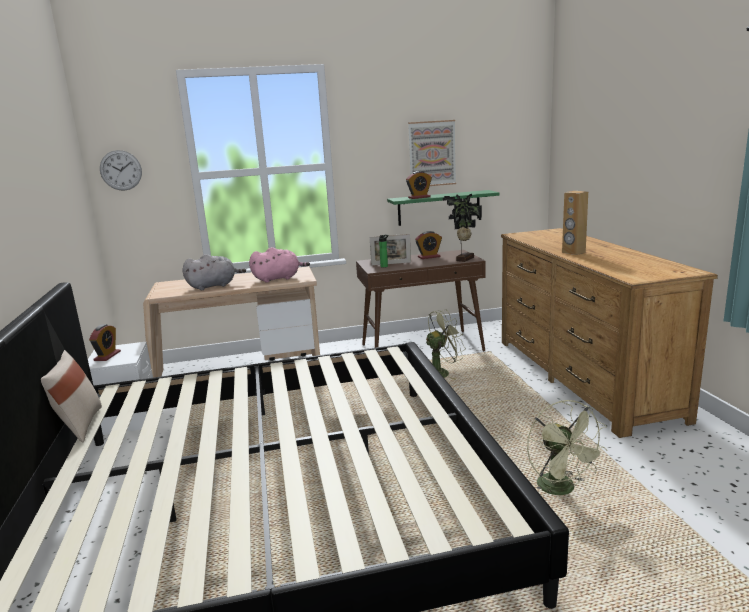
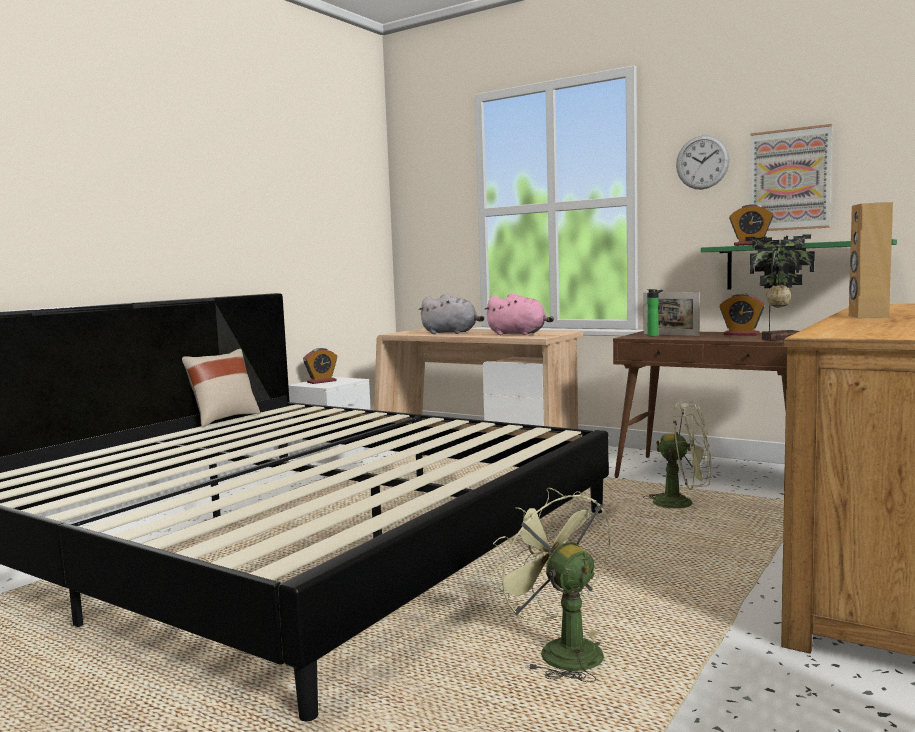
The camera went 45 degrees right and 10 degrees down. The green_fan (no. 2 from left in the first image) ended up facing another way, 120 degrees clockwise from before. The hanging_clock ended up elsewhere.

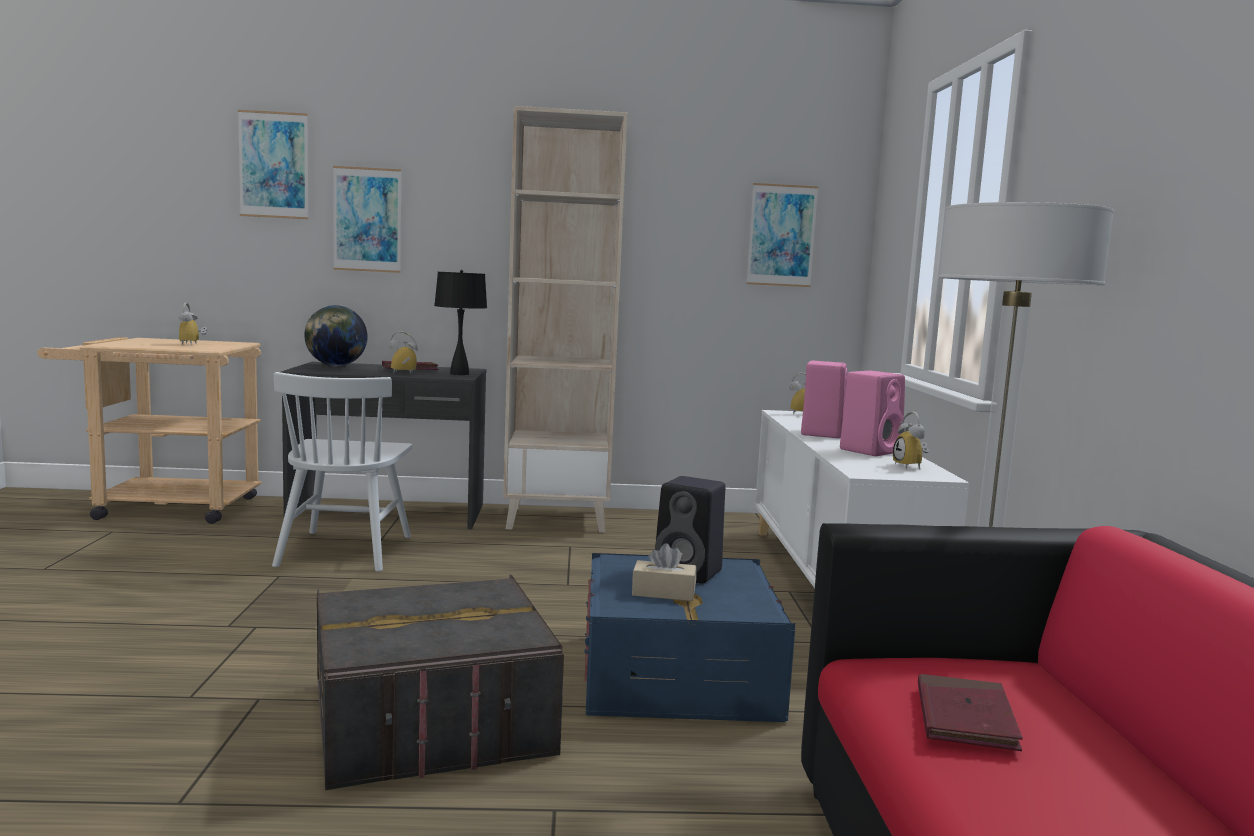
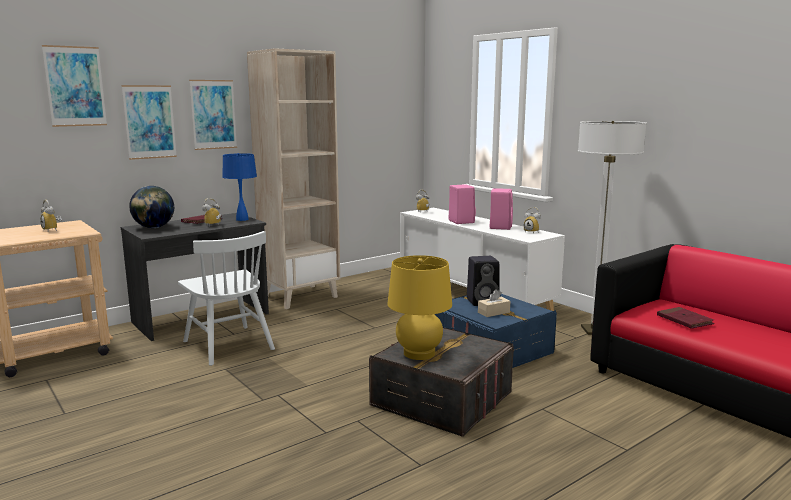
The camera went 35 degrees left and 5 degrees up. The wall_picture (no. 3 from left) ended up elsewhere. What was the black_table_lamp turned into the bluish_table_lamp. The second view gained the yellowish_table_lamp.

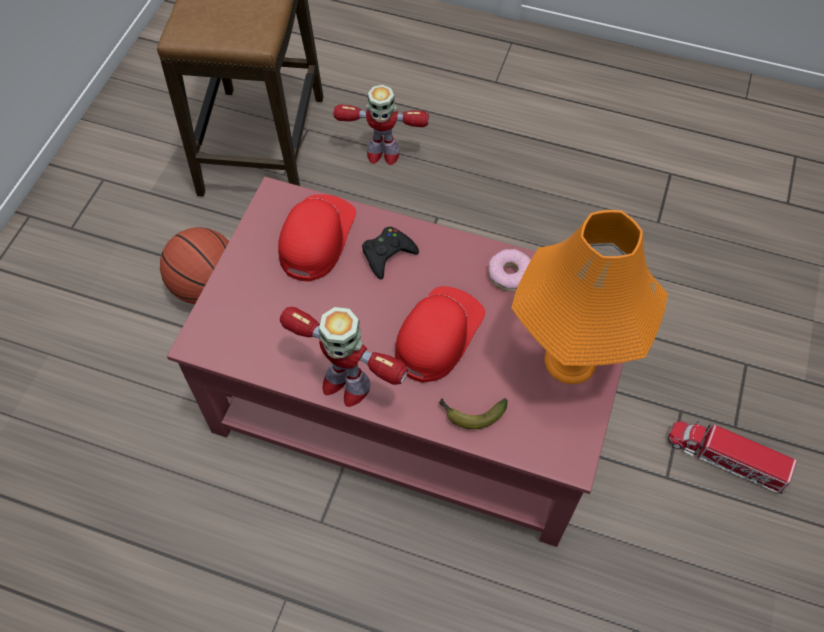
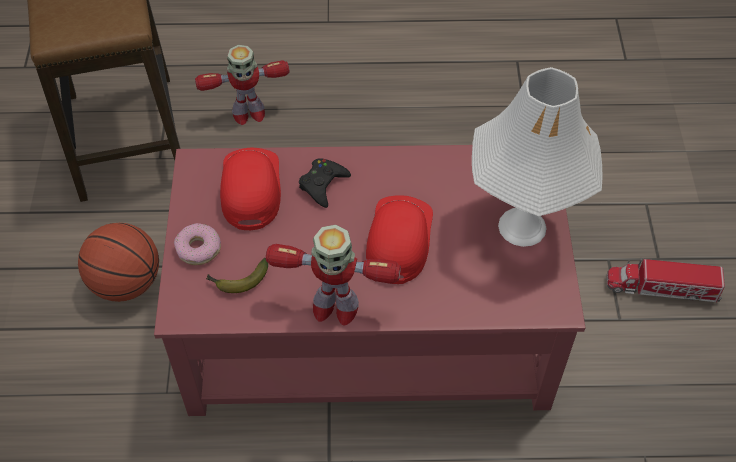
The camera went 20 degrees left and 5 degrees down. The ring_doughnut ended up elsewhere. The banana_fruit ended up elsewhere. What was the orange-coloured_table_lamp turned into the white_table_lamp.

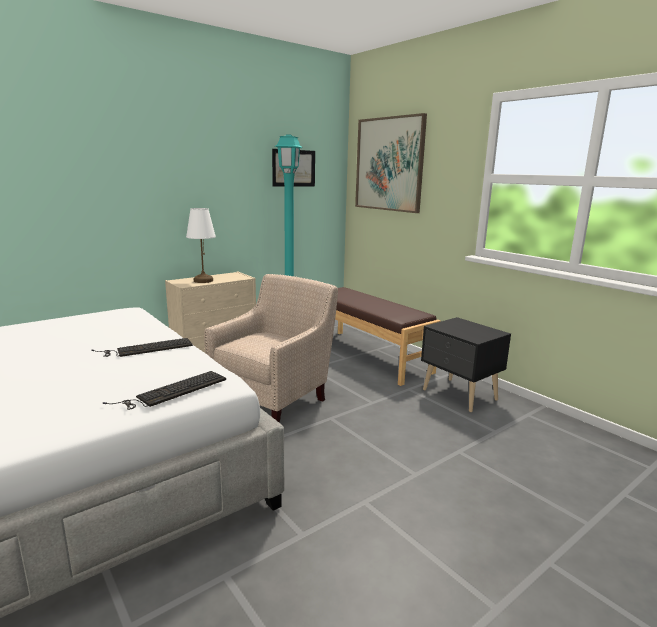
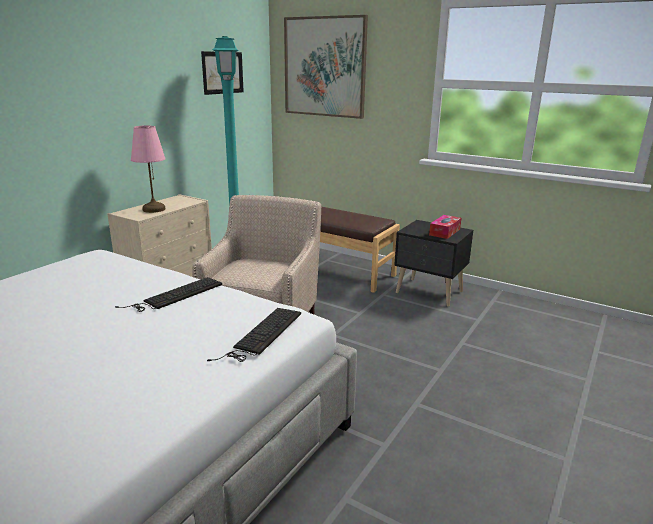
The camera went 20 degrees left and 5 degrees up. What was the white_table_lamp turned into the pink_table_lamp. The second view gained the tissue_box.

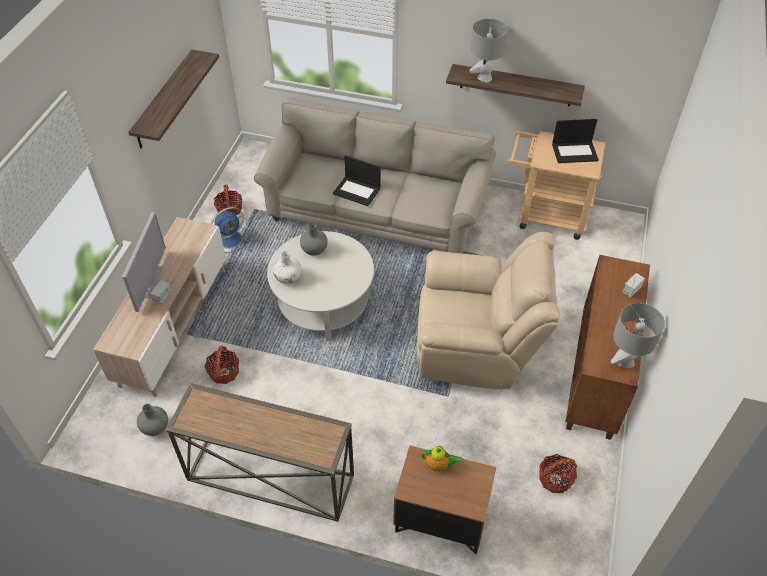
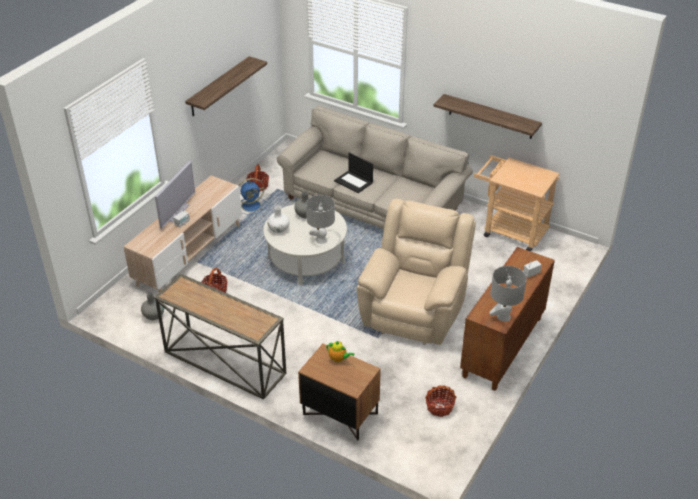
The camera went 15 degrees right and 10 degrees down. The greyish_table_lamp (no. 1 from left) ended up elsewhere. The beige_lounge_chair ended up facing another way, 90 degrees counterclockwise from before. The second view lost the portable_computer (no. 2 from left).

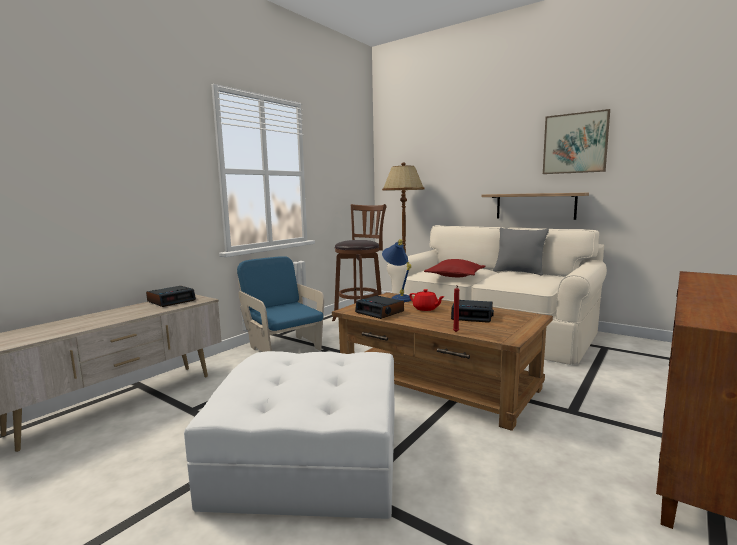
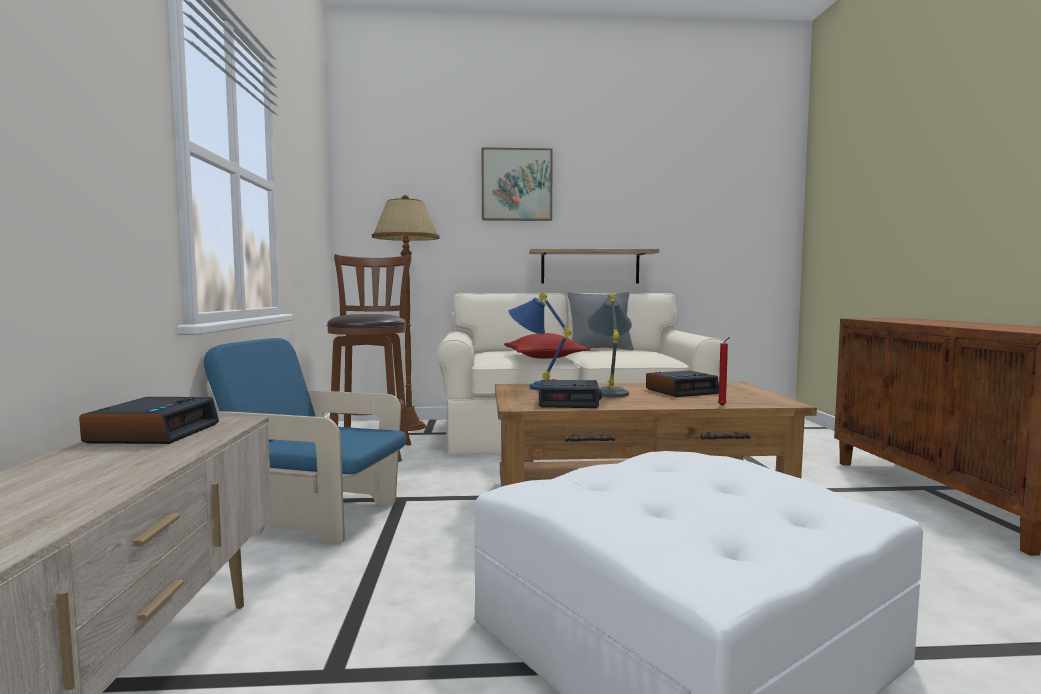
The camera went 40 degrees left and 5 degrees down. The wall_picture ended up elsewhere. Where the red-coloured_teapot stood, the greyish_table_lamp came to stand.

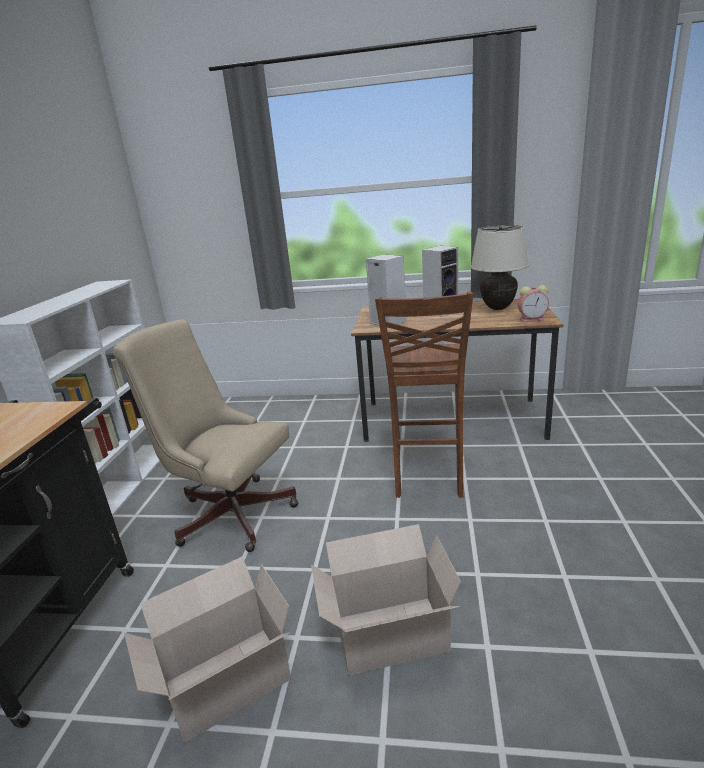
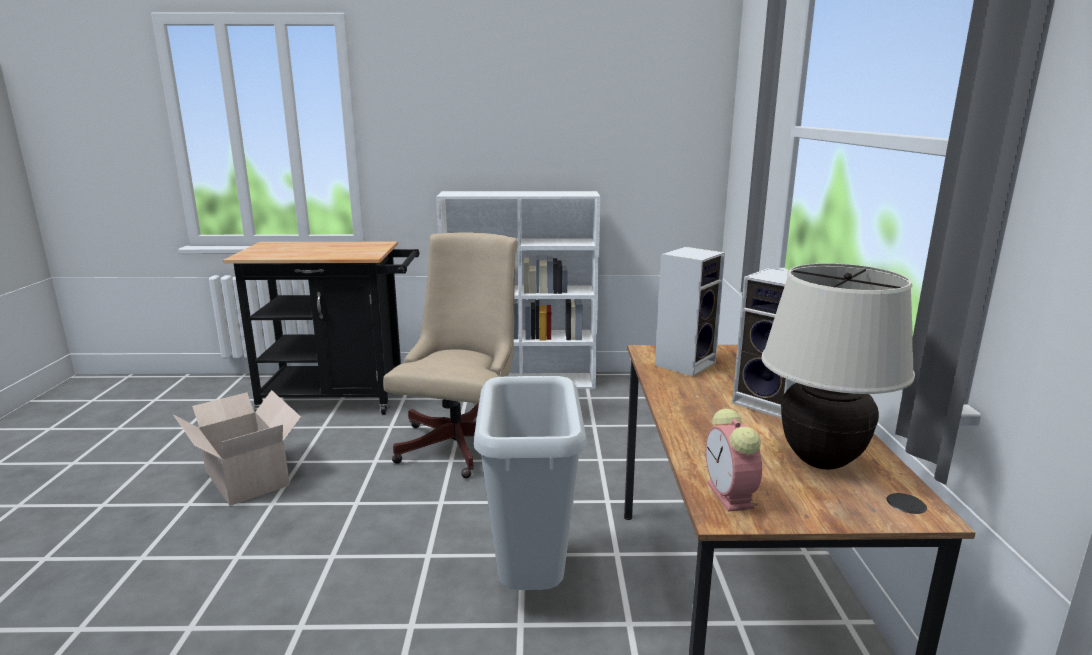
The camera went 80 degrees right and 5 degrees down. Where the brown-coloured_stool_seat stood, the greyish_trash_can came to stand. The second view lost the packing_box (no. 2 from left).

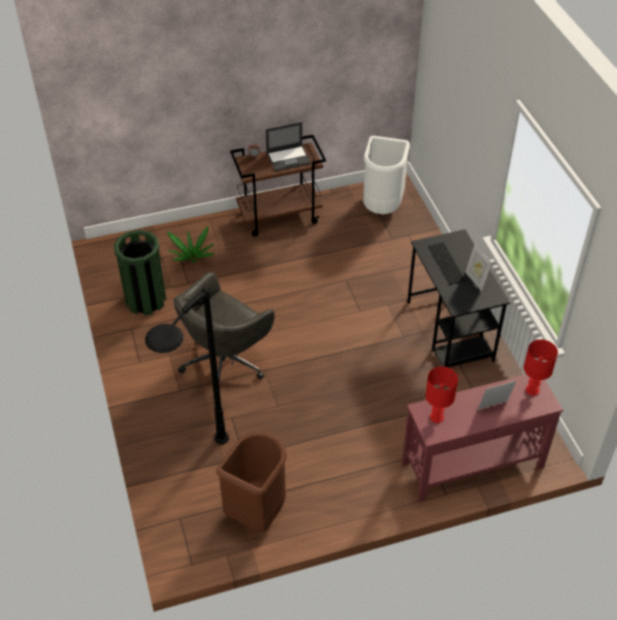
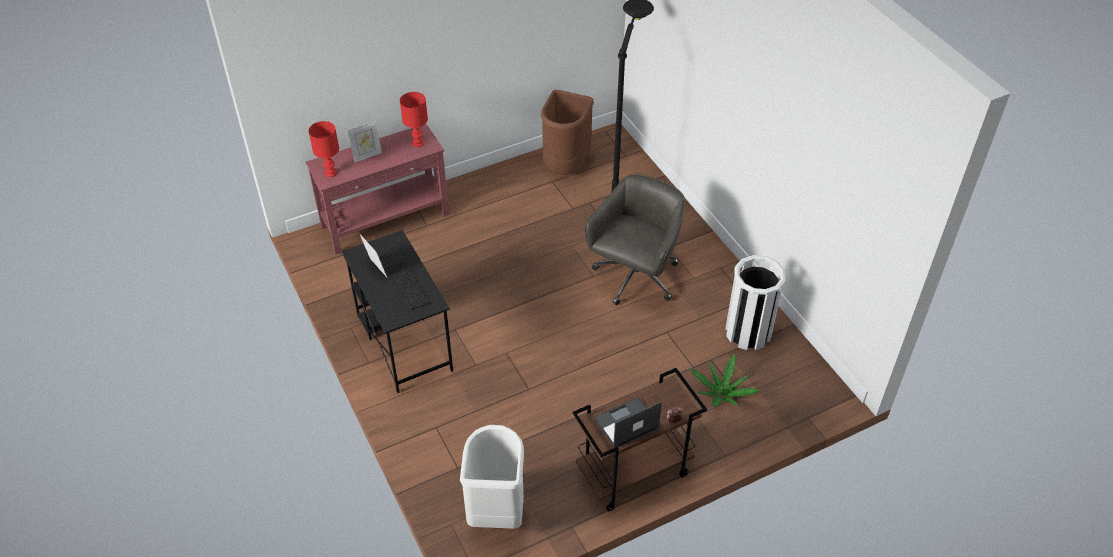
The camera went 170 degrees right and 0 degrees up. What was the green_trash_can turned into the white_trash_can (no. 2 from left).

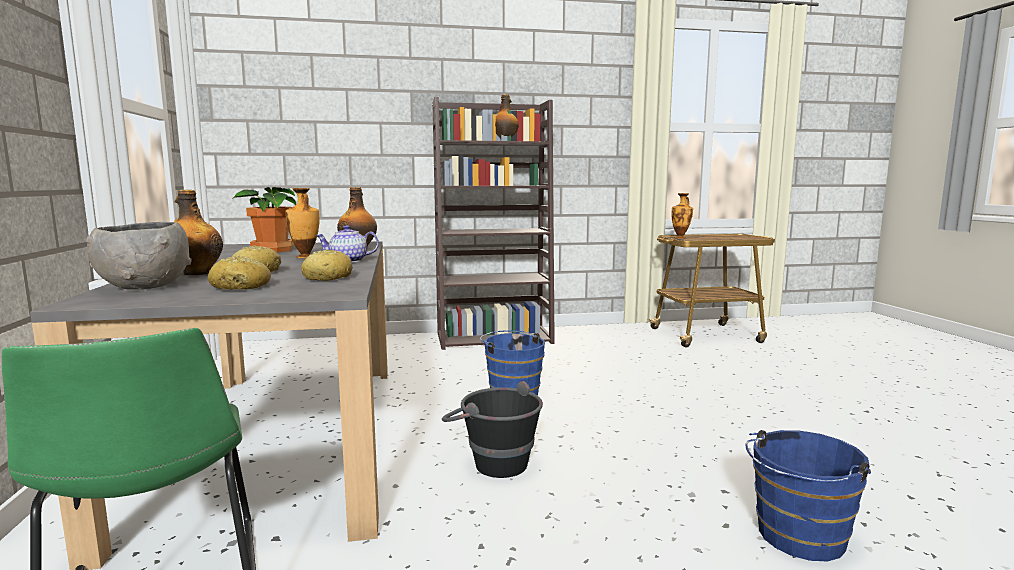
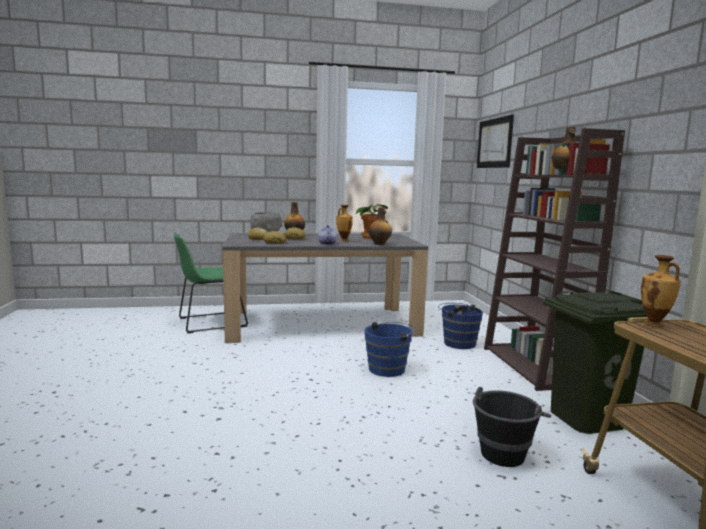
The camera went 90 degrees right and 0 degrees up. The bluish_water_bucket (no. 2 from left) ended up elsewhere. The black_water_bucket ended up elsewhere. The second view gained the wall_picture. The second view gained the green_trash_can.

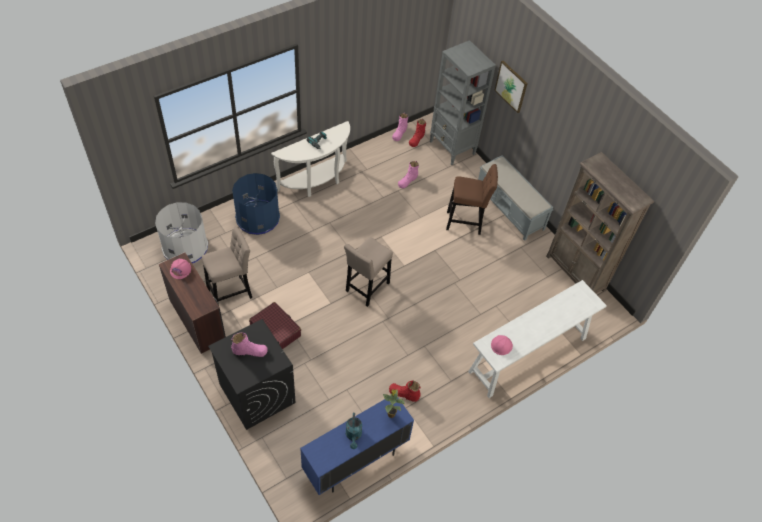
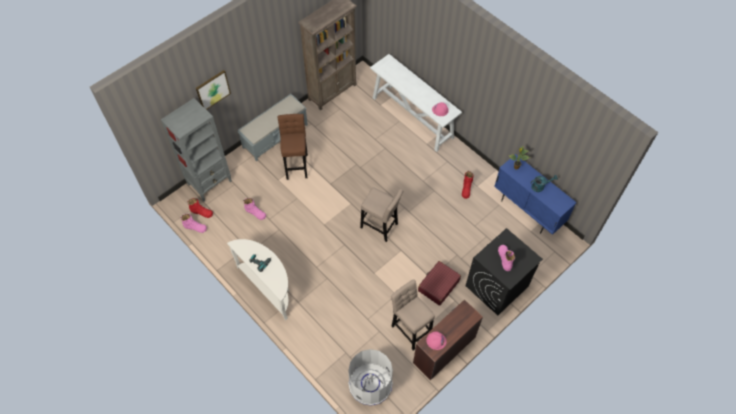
The camera went 95 degrees left and 5 degrees up. The second view lost the bluish_trash_can.

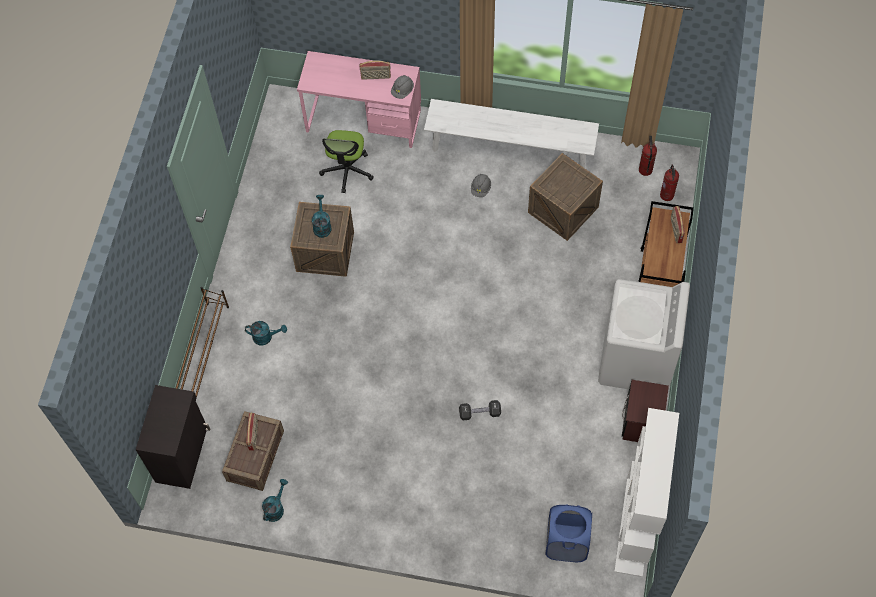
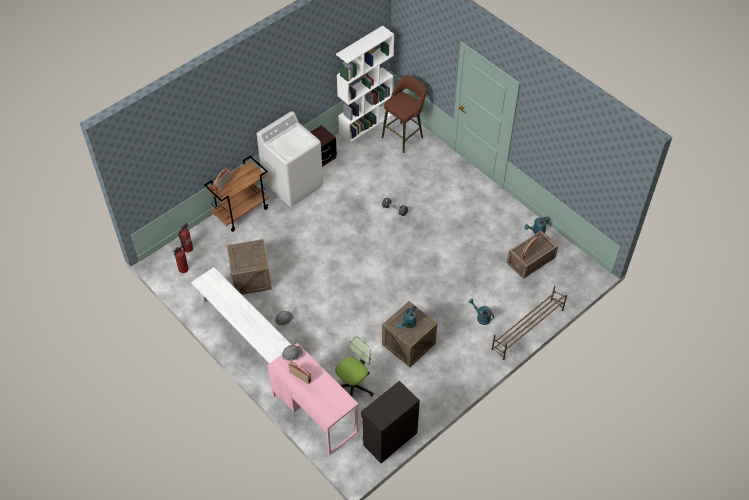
The camera went 145 degrees left and 10 degrees down. The black_cupboard ended up elsewhere. Where the bluish_hamper stood, the brown-coloured_stool_seat came to stand.

